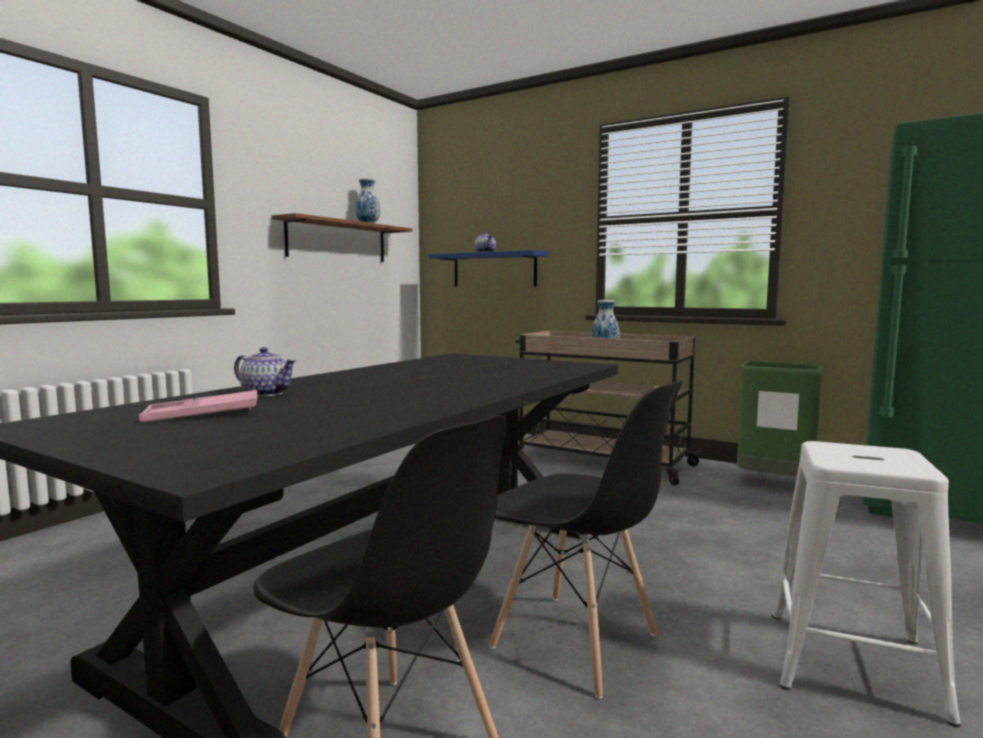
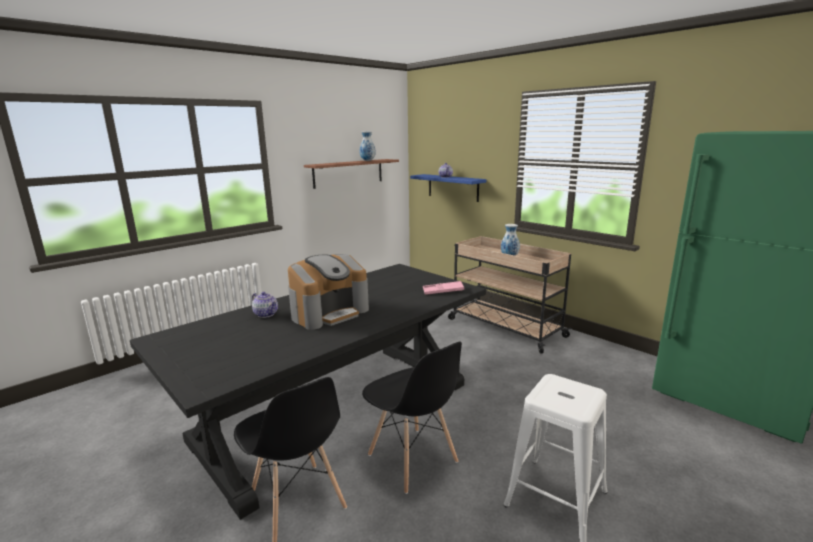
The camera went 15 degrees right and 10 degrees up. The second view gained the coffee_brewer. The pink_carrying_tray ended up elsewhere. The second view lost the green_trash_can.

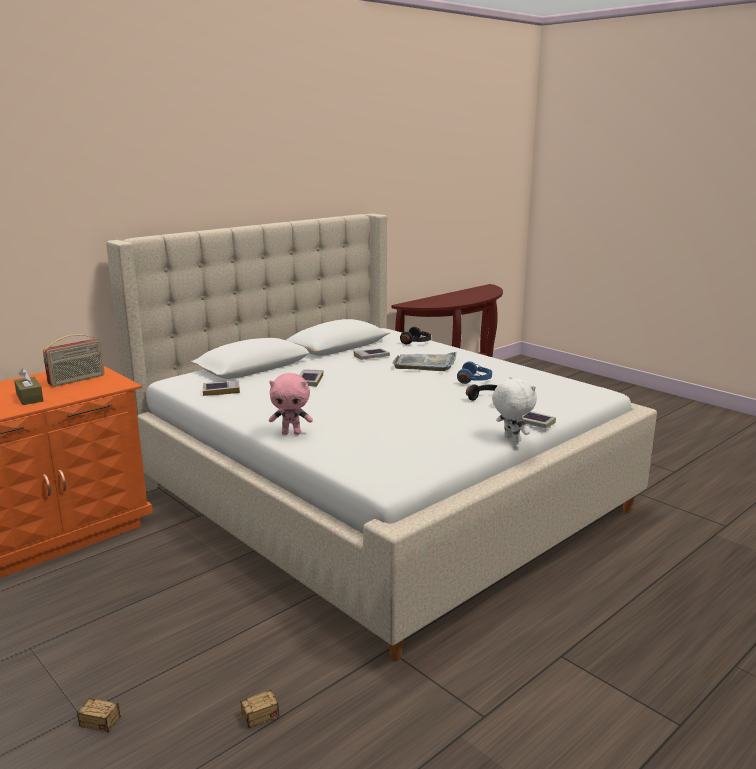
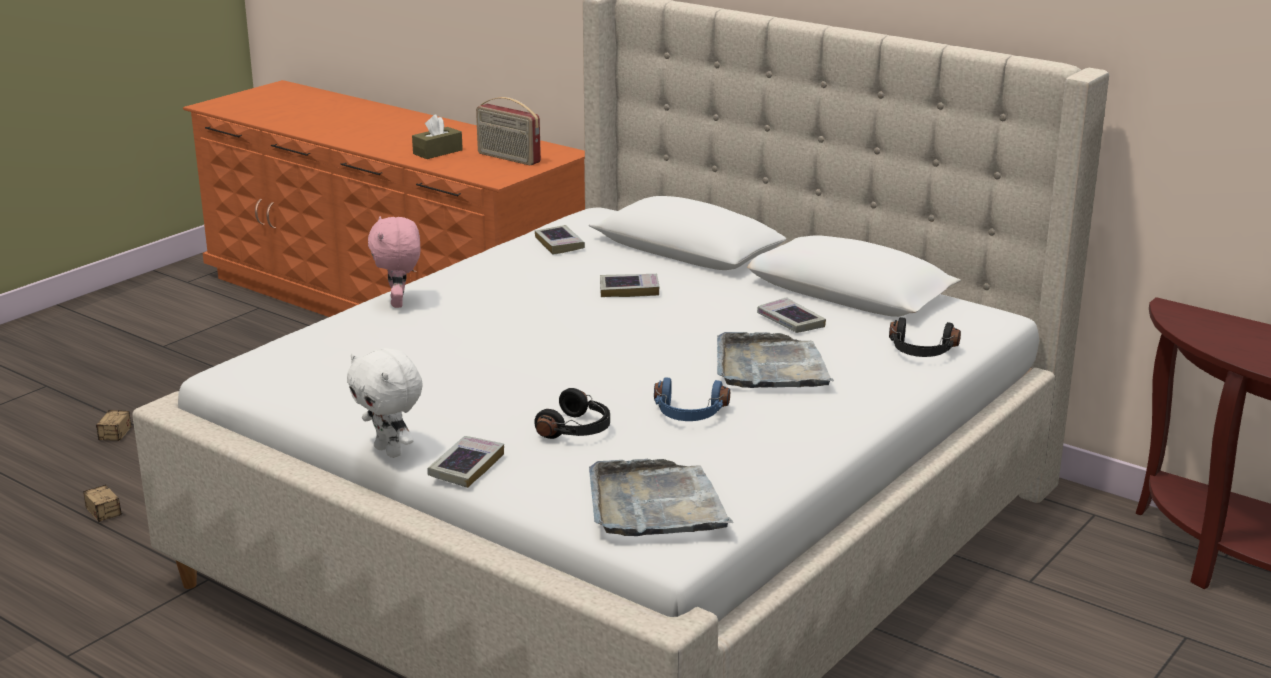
The camera went 80 degrees right and 5 degrees up. The white_soft_toy ended up facing another way, 90 degrees clockwise from before. The second view gained the greyish_carrying_tray (no. 1 from left).

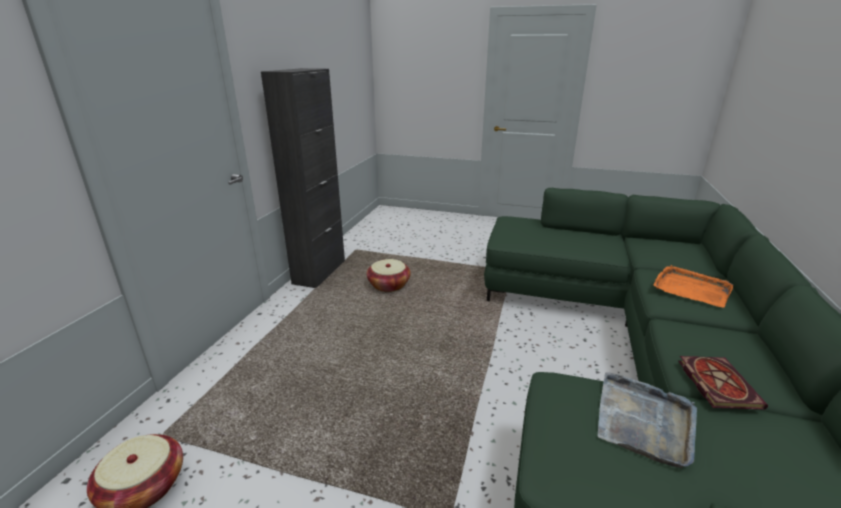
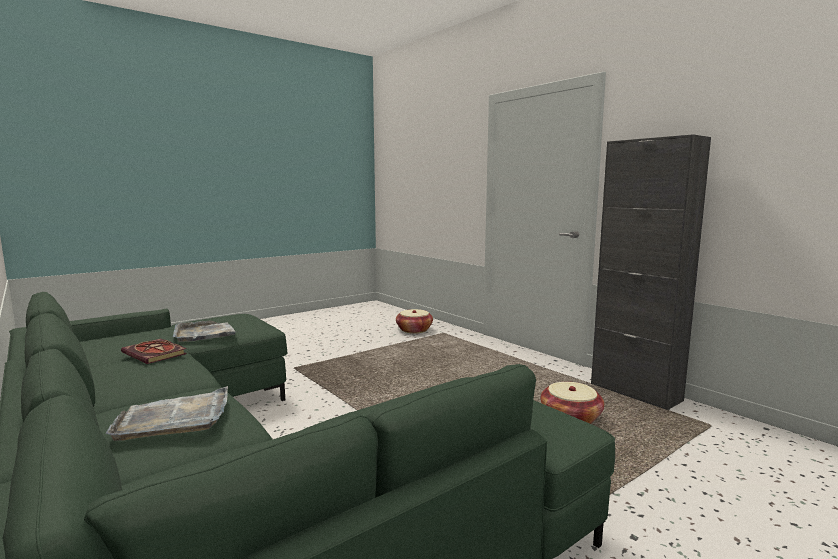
The camera went 125 degrees right and 15 degrees down. What was the orange-coloured_carrying_tray turned into the greyish_carrying_tray (no. 1 from left).

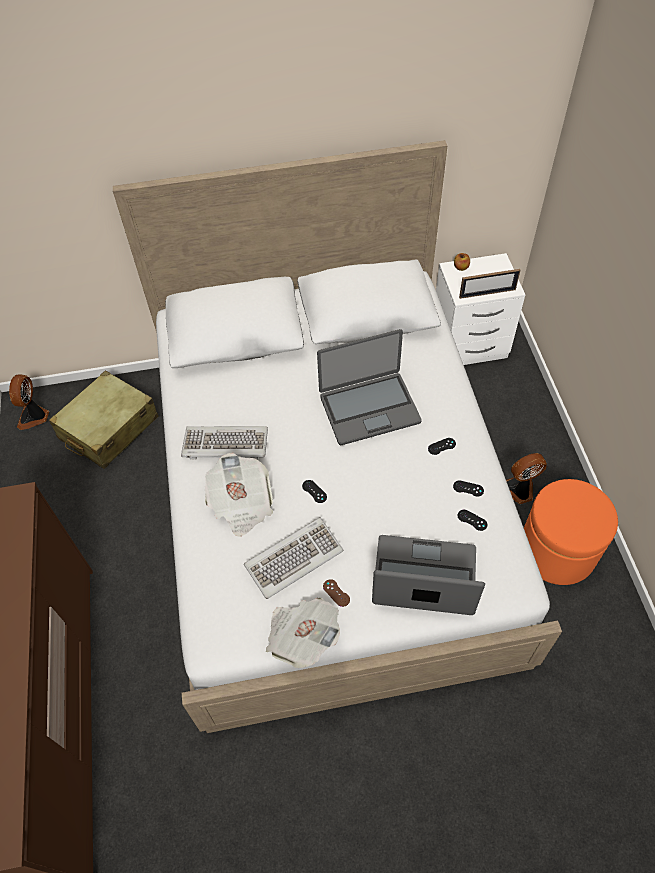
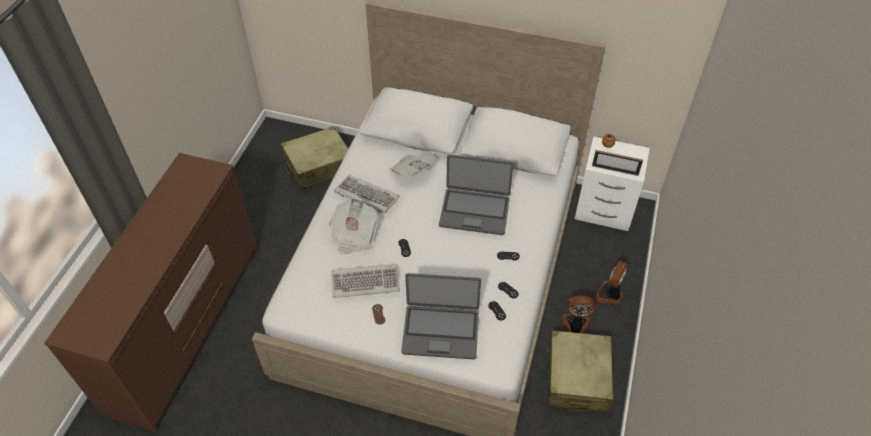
The camera went 25 degrees right and 5 degrees down. The newspaper (no. 2 from left) ended up elsewhere. The portable_computer (no. 2 from left in the first image) ended up facing another way, 150 degrees clockwise from before. Where the orange-coloured_footrest stood, the beige_suitcase (no. 2 from left) came to stand. The fan (no. 1 from left in the first image) ended up elsewhere.

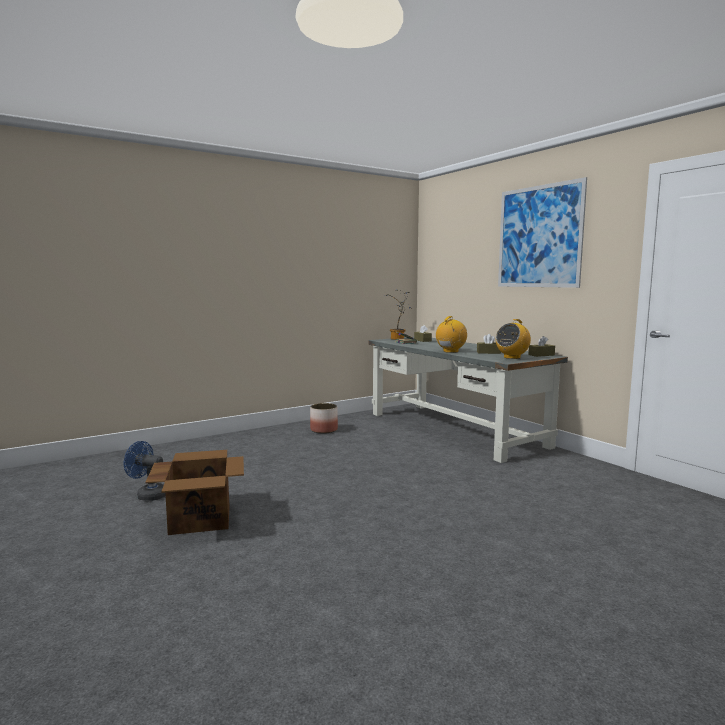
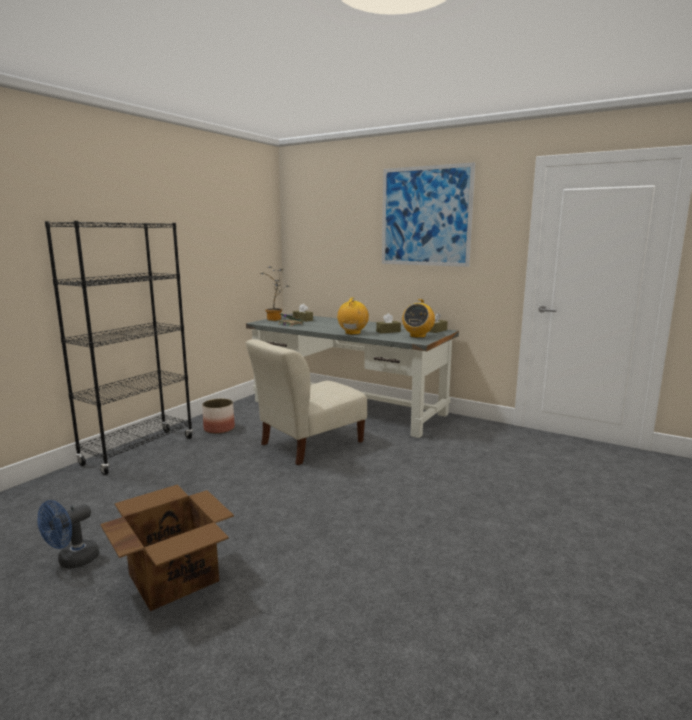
The camera went 25 degrees left and 5 degrees up. The bluish_fan ended up facing another way, 45 degrees counterclockwise from before. The second view gained the black_bookcase. The second view gained the beige_upright_chair.

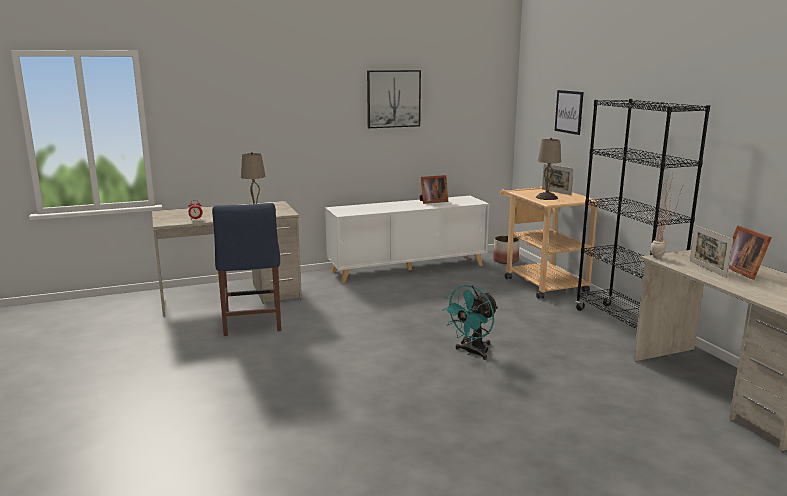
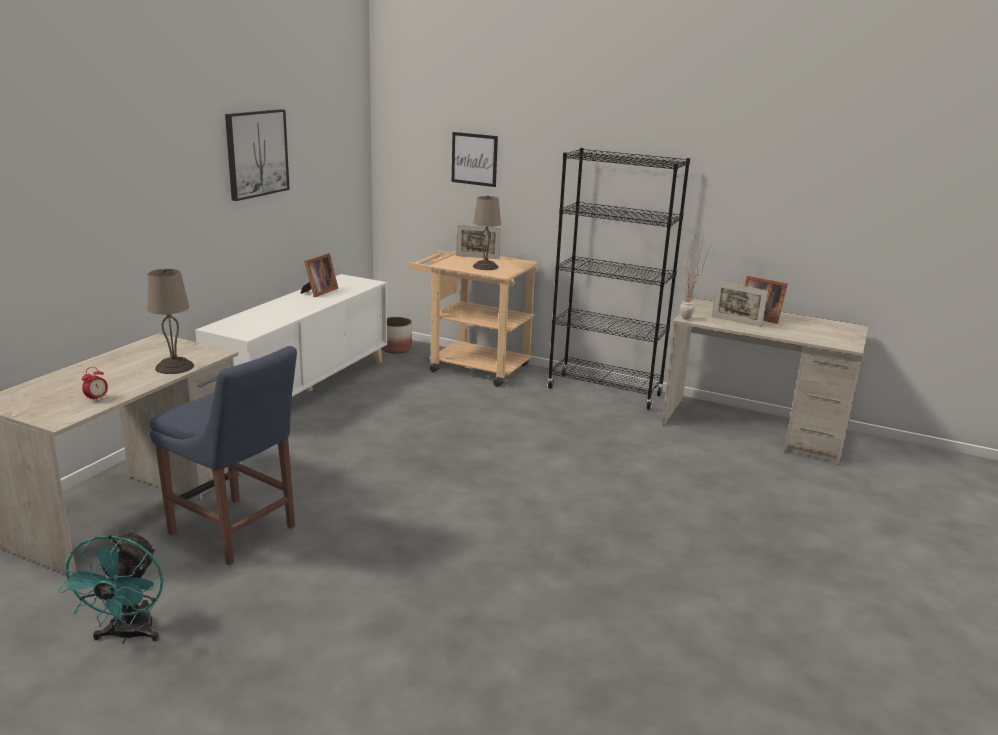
The camera went 45 degrees left and 5 degrees up. The turquoise-coloured_fan ended up elsewhere.

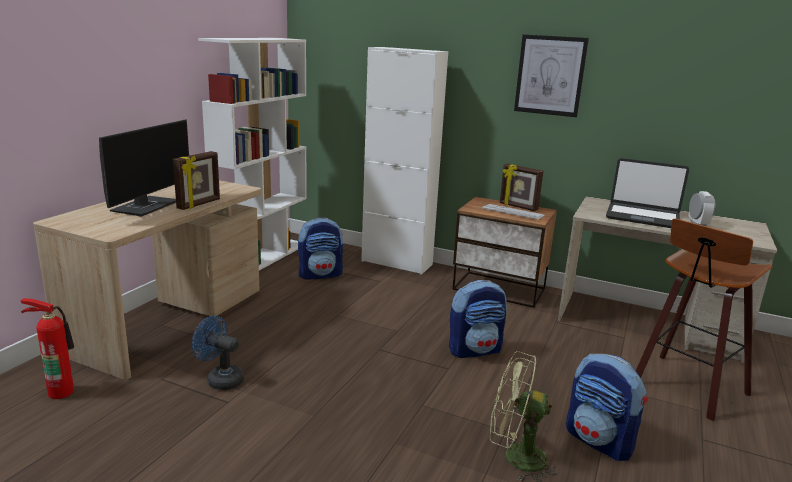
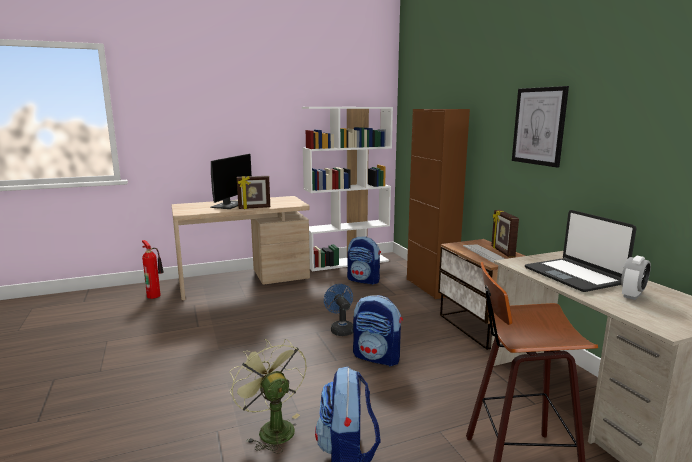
The camera went 45 degrees right and 5 degrees down. The monitor ended up facing another way, 45 degrees counterclockwise from before. The bluish_fan ended up elsewhere. What was the white_cupboard turned into the brown-coloured_cupboard.

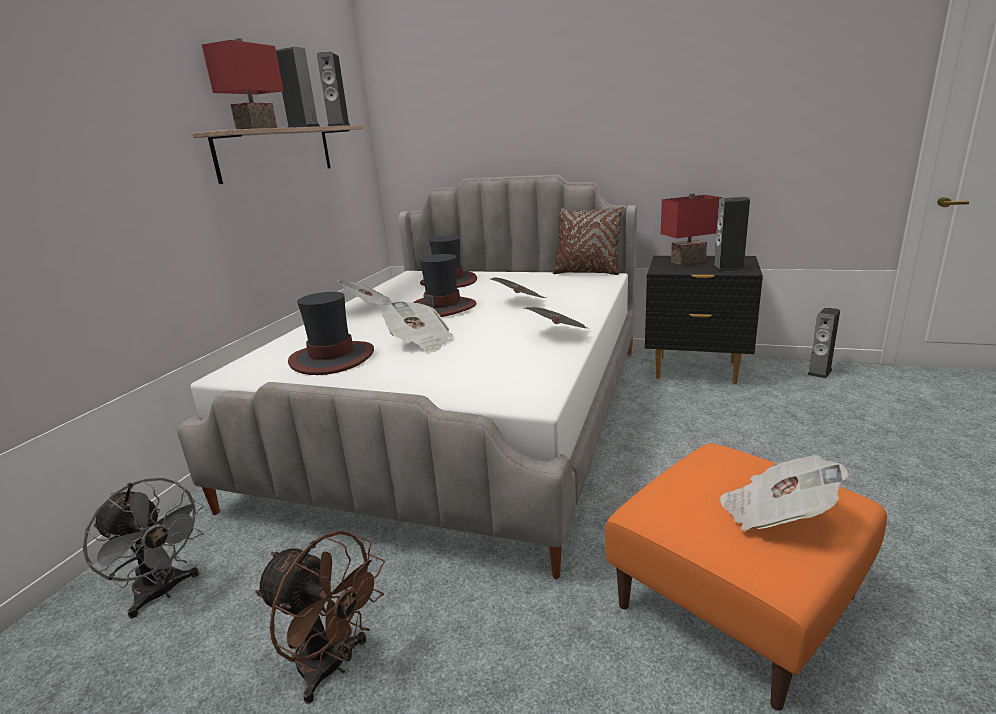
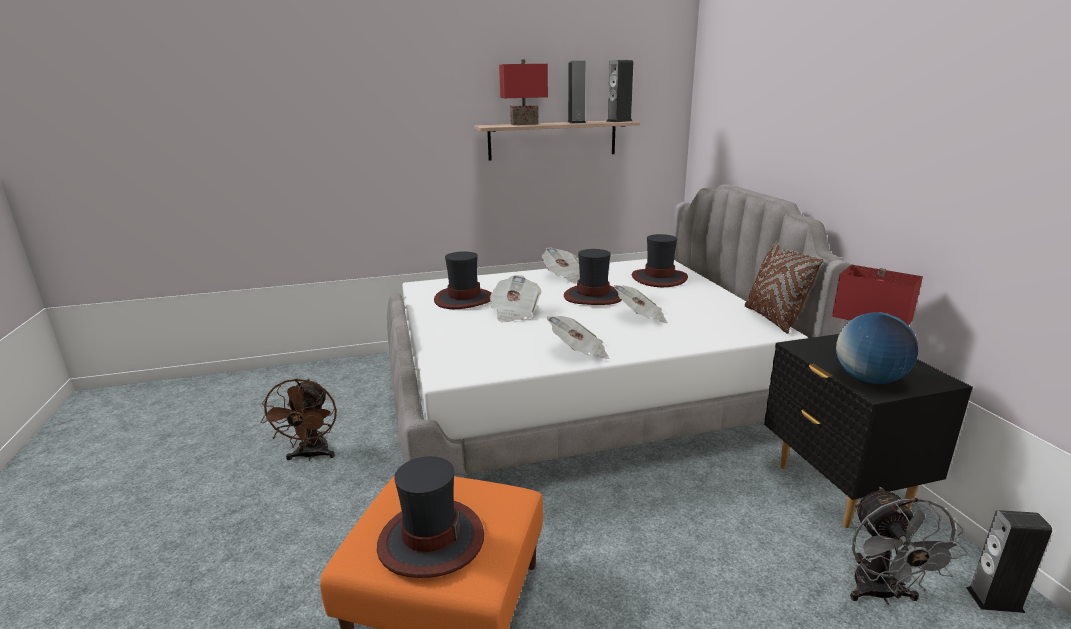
The camera went 55 degrees right and 0 degrees up. Where the newspaper (no. 5 from left) stood, the clothing_hat (no. 1 from left) came to stand. Where the audio_speaker (no. 3 from left) stood, the world_globe came to stand. The greyish_fan ended up elsewhere.

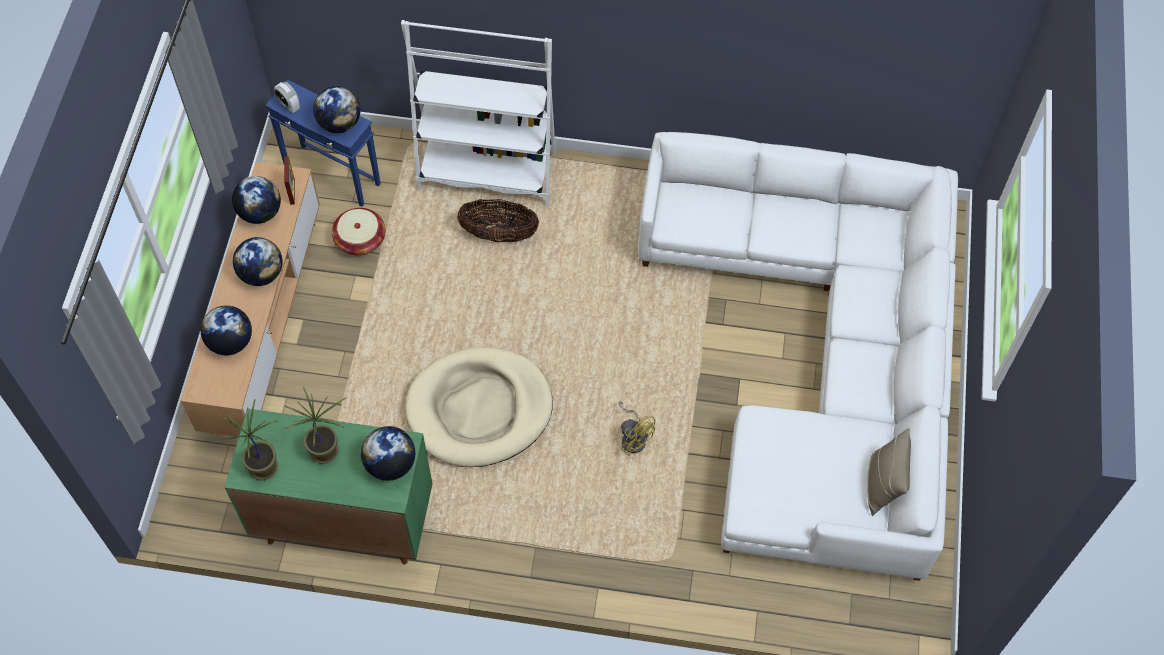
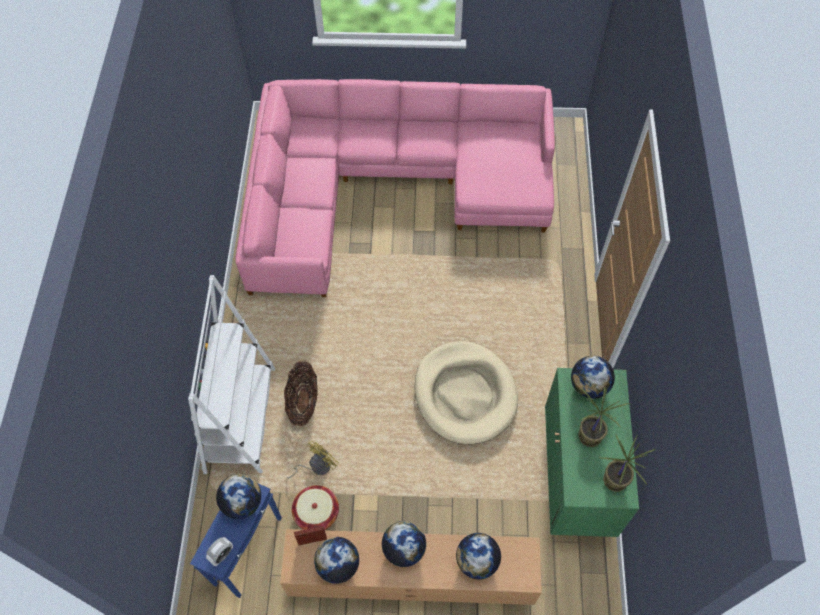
The camera went 95 degrees left and 0 degrees up. What was the white_couch turned into the pink_couch. The yellowish_fan ended up elsewhere. The second view lost the beige_pillow.

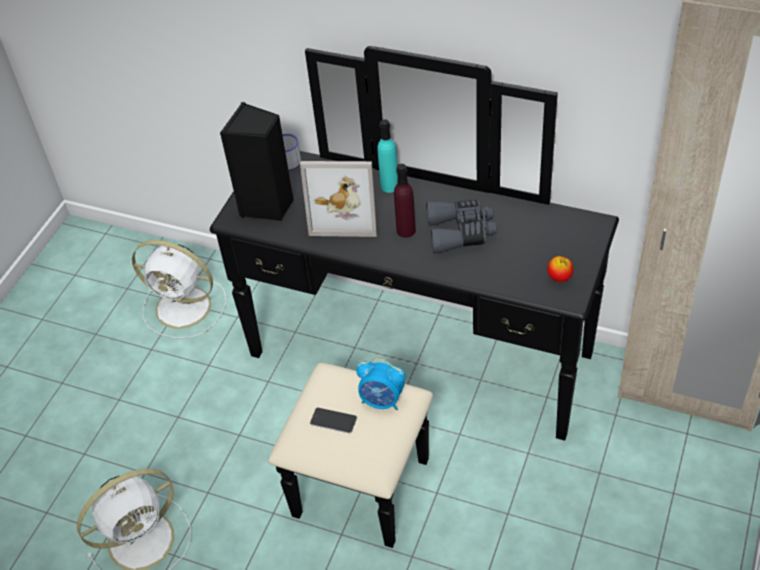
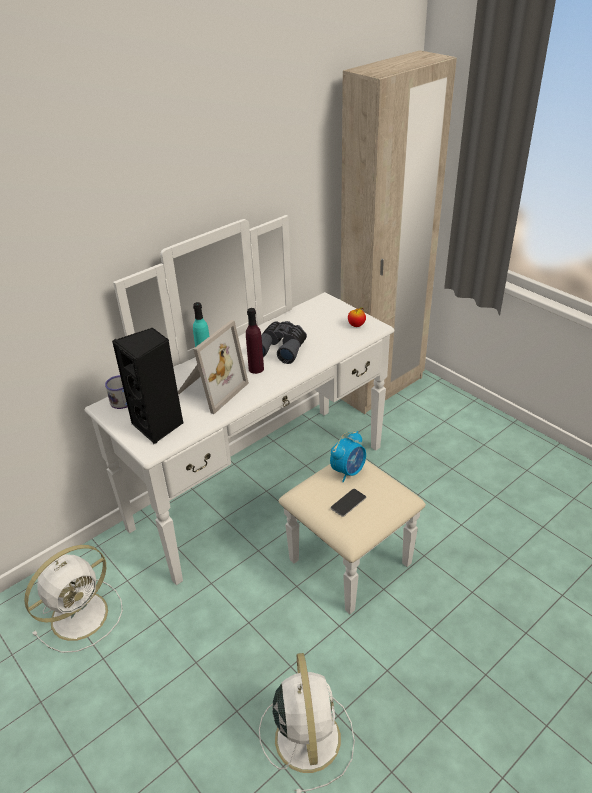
The camera went 65 degrees left and 10 degrees down. What was the black_chest_of_drawers turned into the white_chest_of_drawers.

